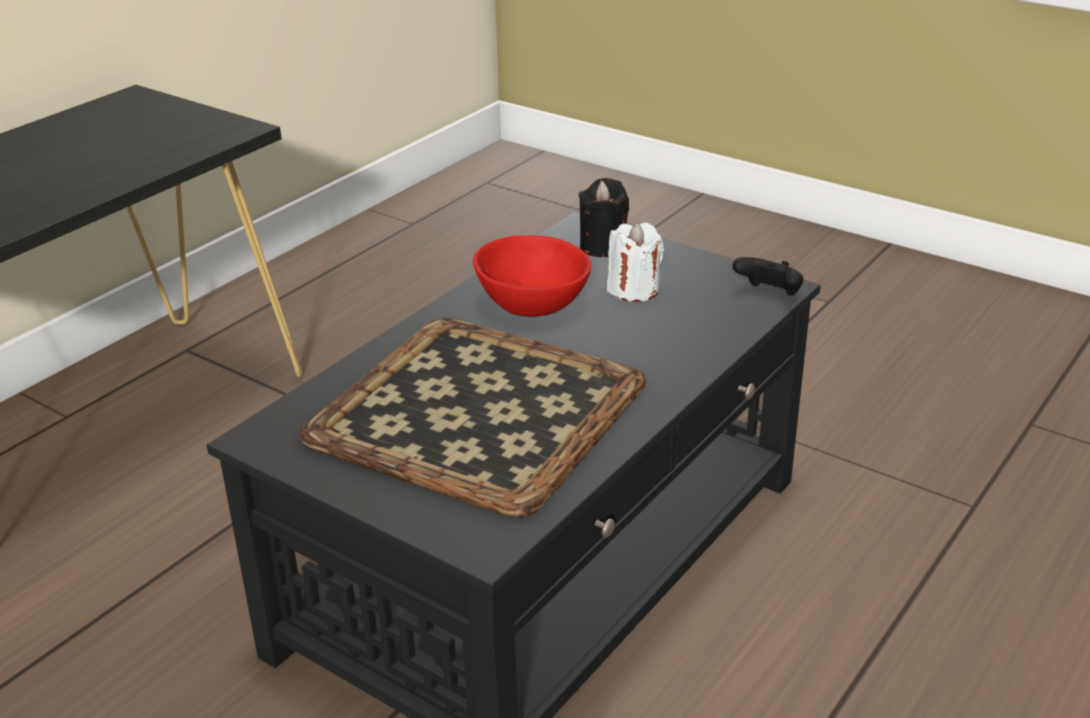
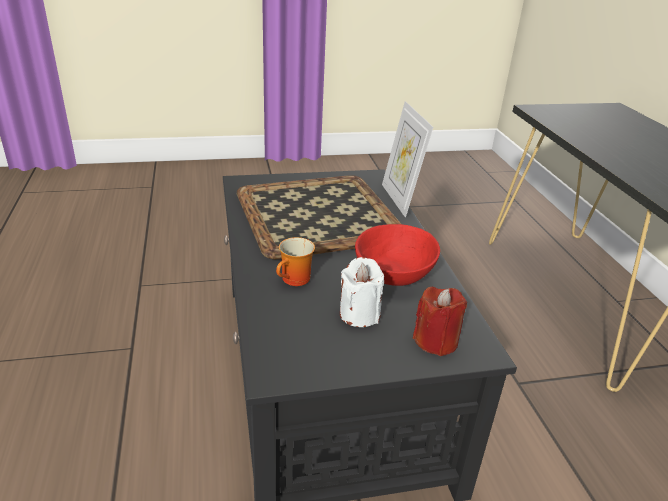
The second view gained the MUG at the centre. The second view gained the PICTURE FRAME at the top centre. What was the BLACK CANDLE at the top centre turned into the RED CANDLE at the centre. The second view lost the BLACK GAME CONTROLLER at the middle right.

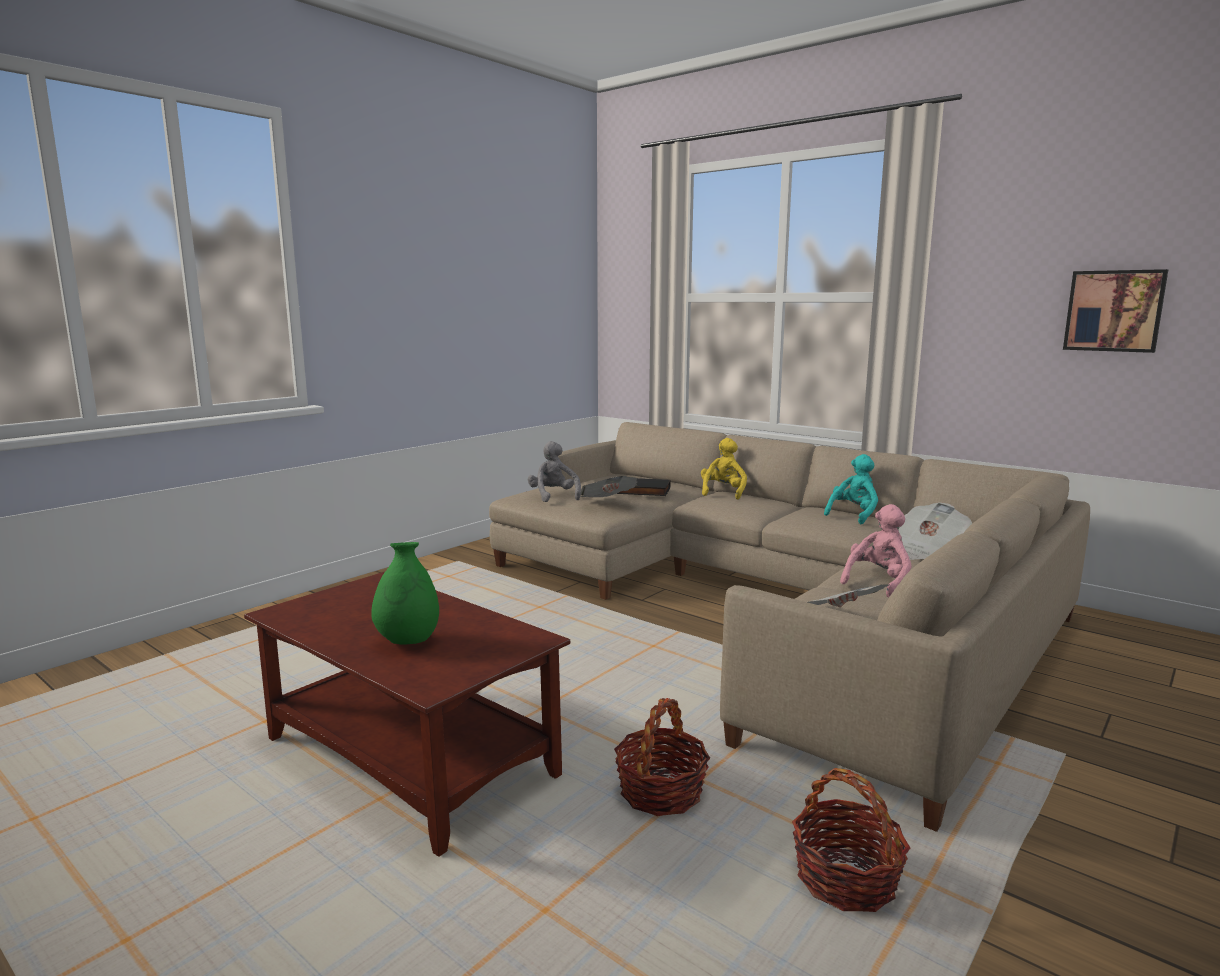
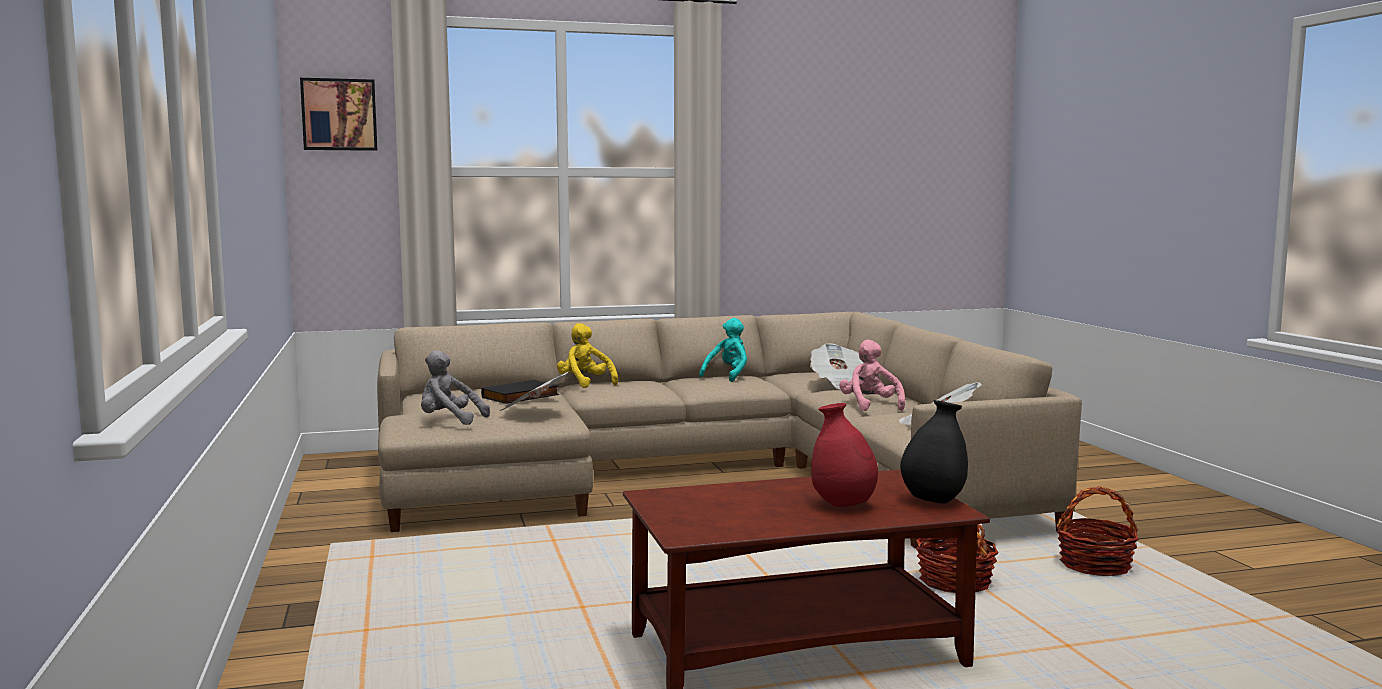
The PICTURE ended up elsewhere, having gone from the top right to the top left. The TURQUOISE PLUSH TOY at the middle right ended up facing another way, 45 degrees clockwise from before. What was the GREEN VASE at the middle left turned into the RED VASE at the centre. The second view gained the BLACK VASE at the middle right.

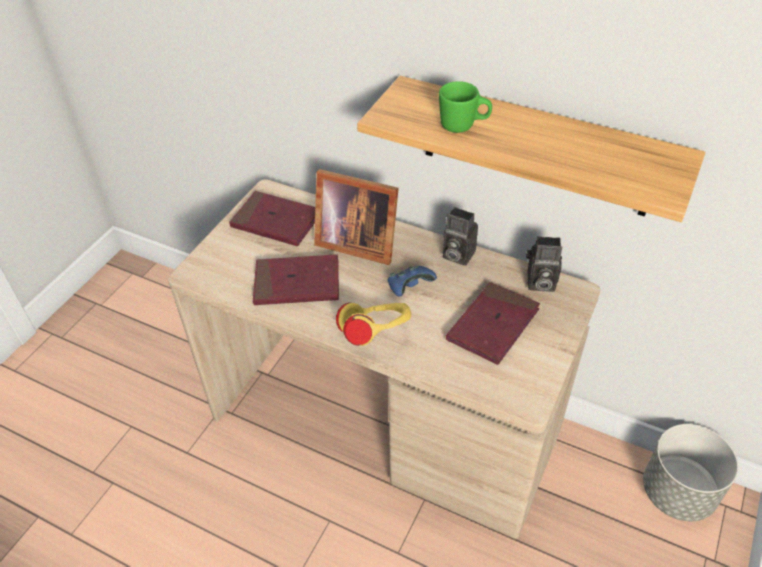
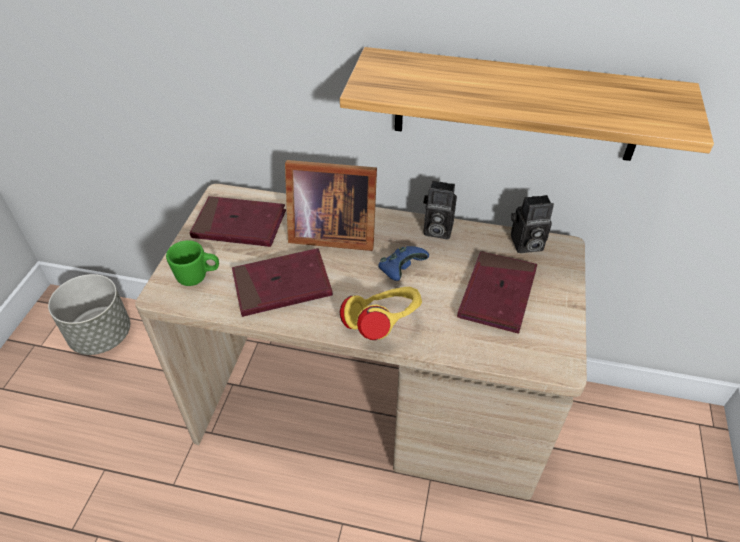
The GREY PLANTER ended up elsewhere, having gone from the bottom right to the middle left. The GREEN MUG ended up elsewhere, having gone from the top centre to the middle left.

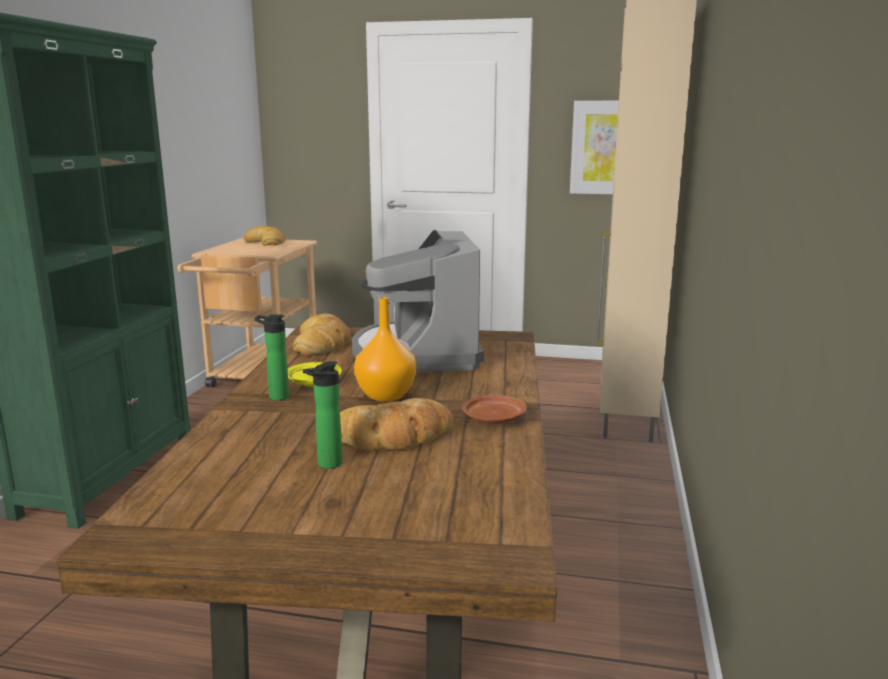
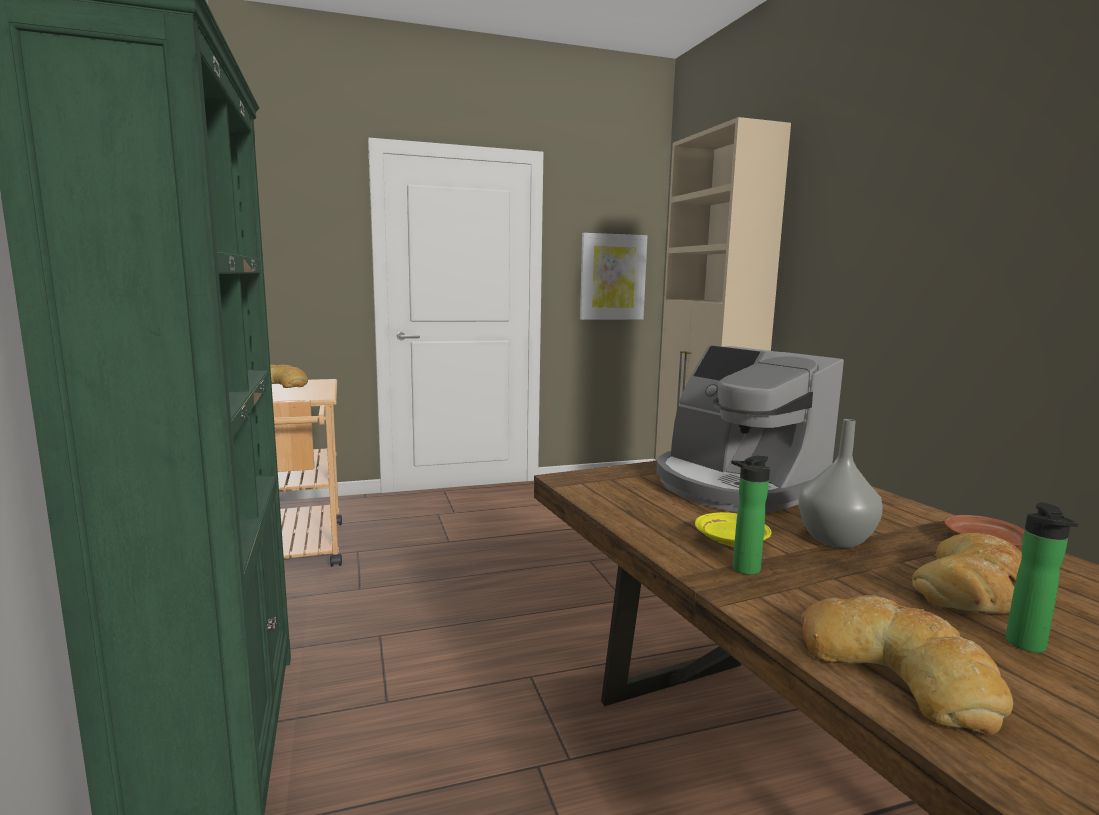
What was the ORANGE VASE at the centre turned into the GREY VASE at the middle right. The BREAD (no. 2 from left) ended up elsewhere, having gone from the centre to the bottom right.

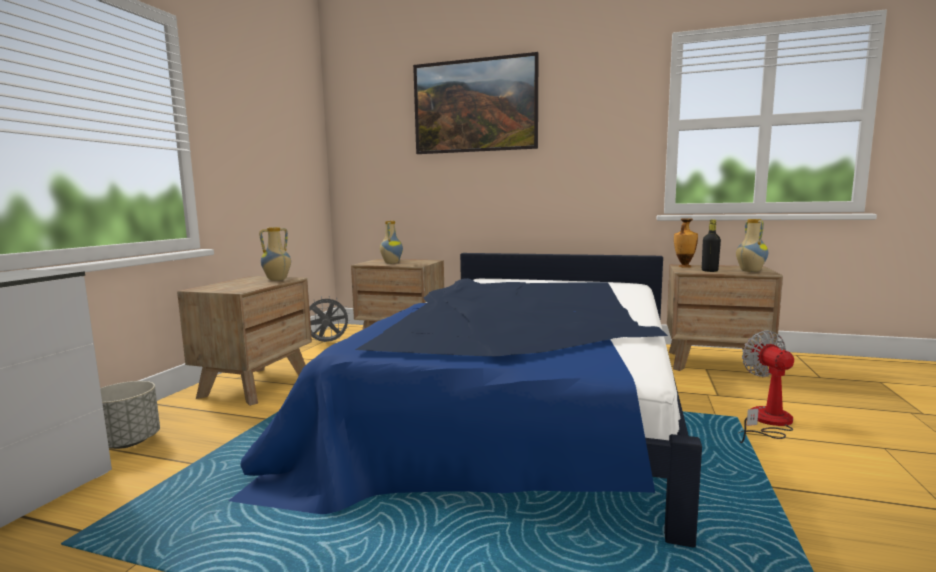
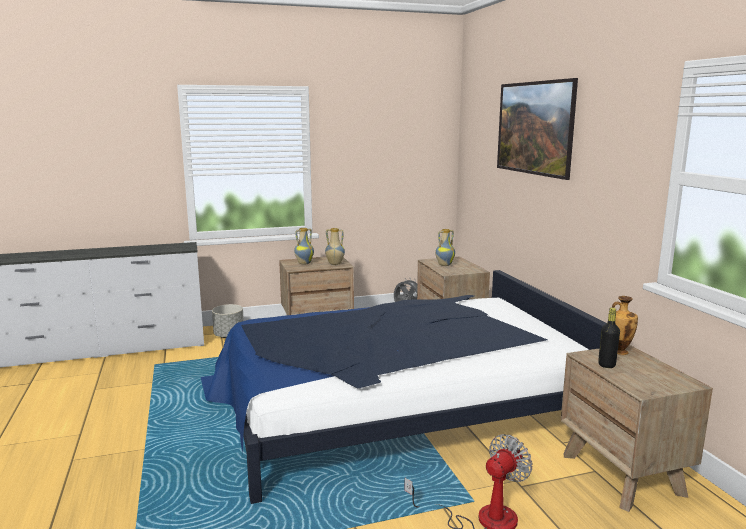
The VASE (no. 4 from left in the first image) ended up elsewhere, having gone from the middle right to the centre.

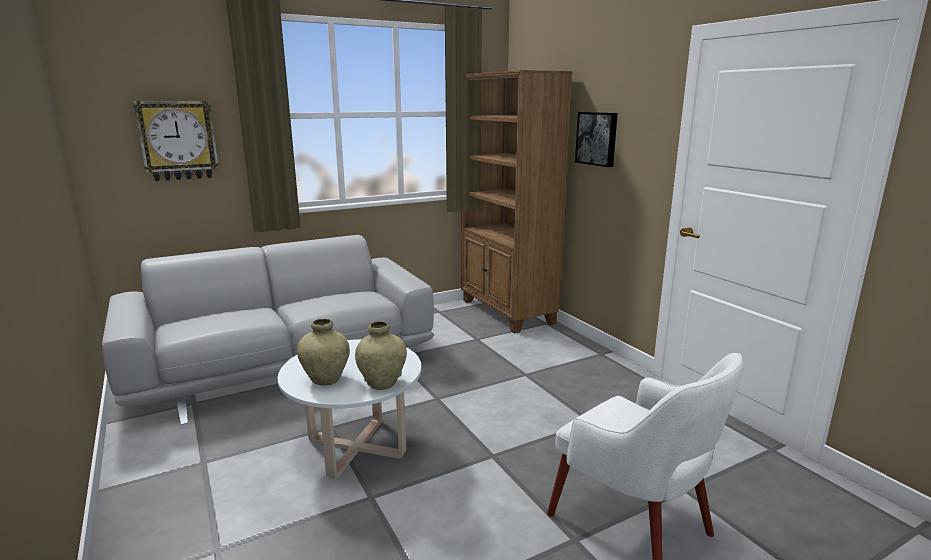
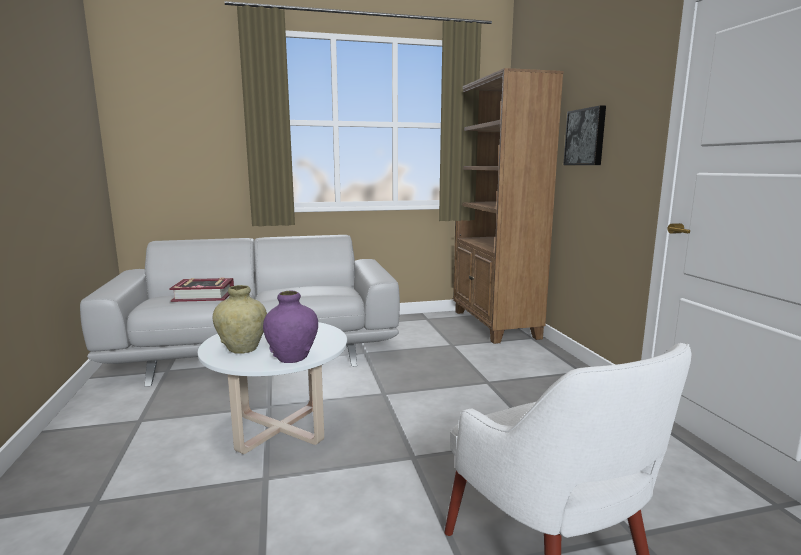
The second view gained the BOOK at the middle left. What was the BEIGE VASE (no. 2 from left) at the centre turned into the PURPLE VASE at the centre. The second view lost the WALL CLOCK at the top left.

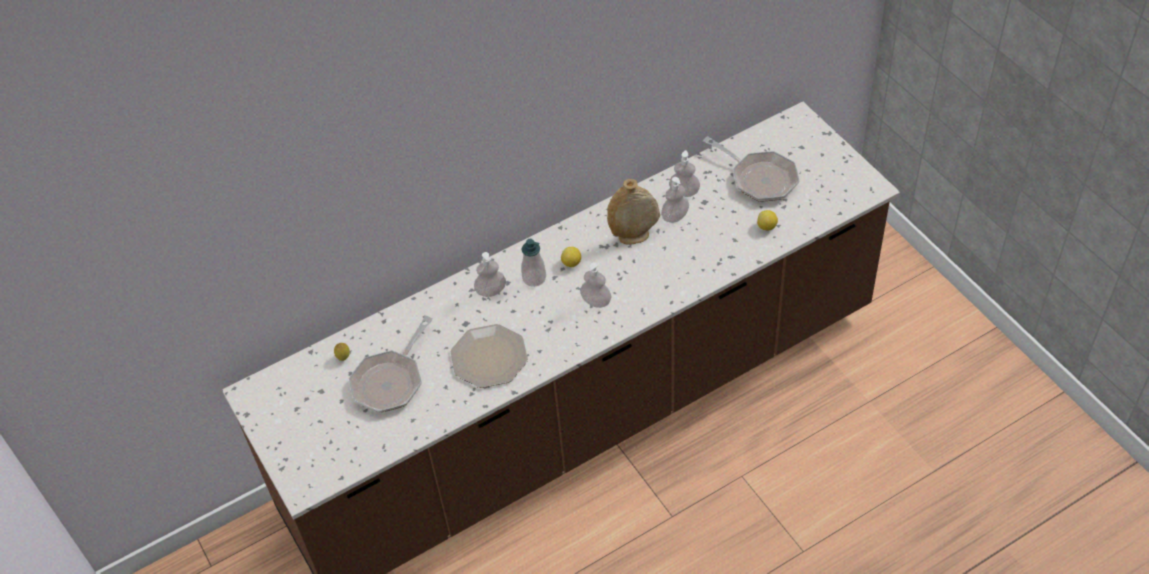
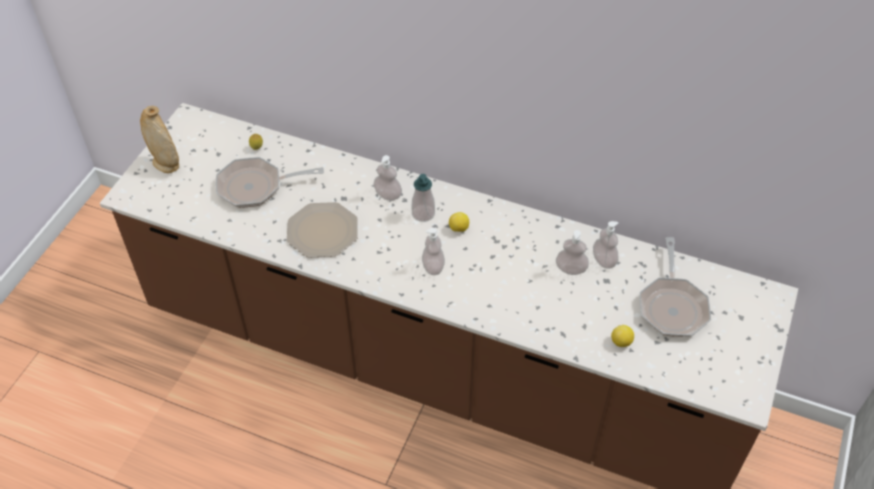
The BEIGE VASE ended up elsewhere, having gone from the centre to the top left.

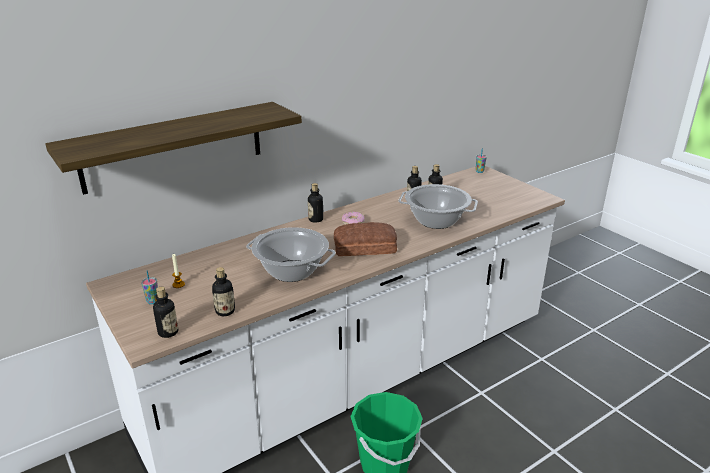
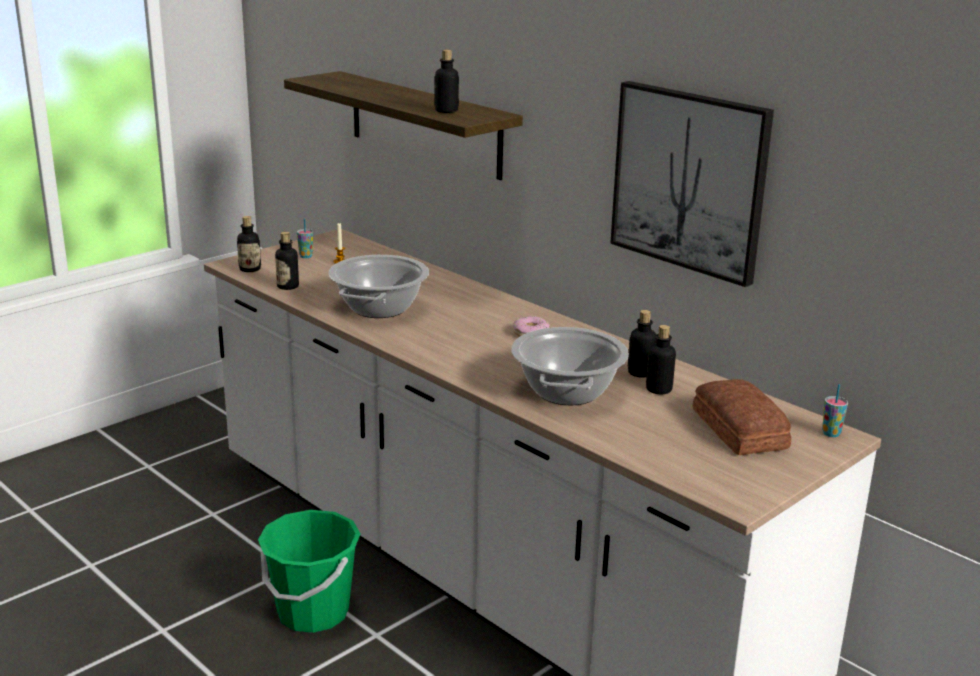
The BOTTLE (no. 3 from left) ended up elsewhere, having gone from the centre to the top centre. The second view gained the PICTURE at the top right. The BREAD ended up elsewhere, having gone from the centre to the middle right.

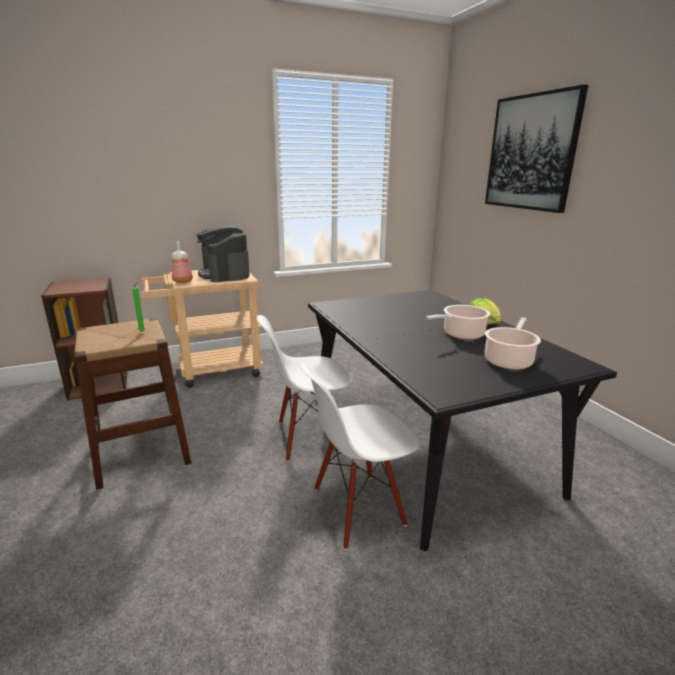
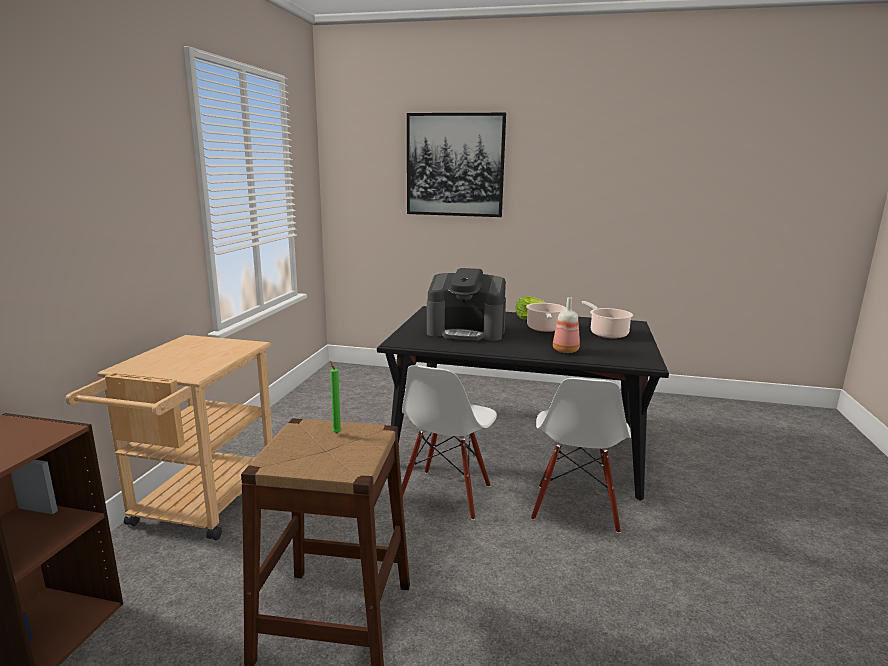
The COFFEE MACHINE ended up elsewhere, having gone from the middle left to the centre. The BOTTLE ended up elsewhere, having gone from the middle left to the centre.

